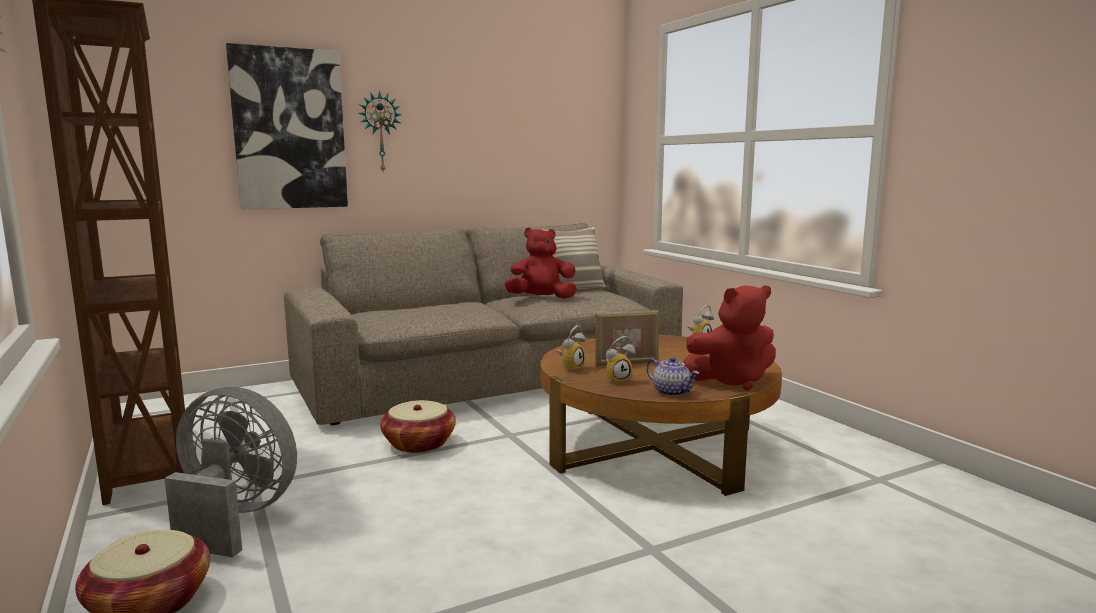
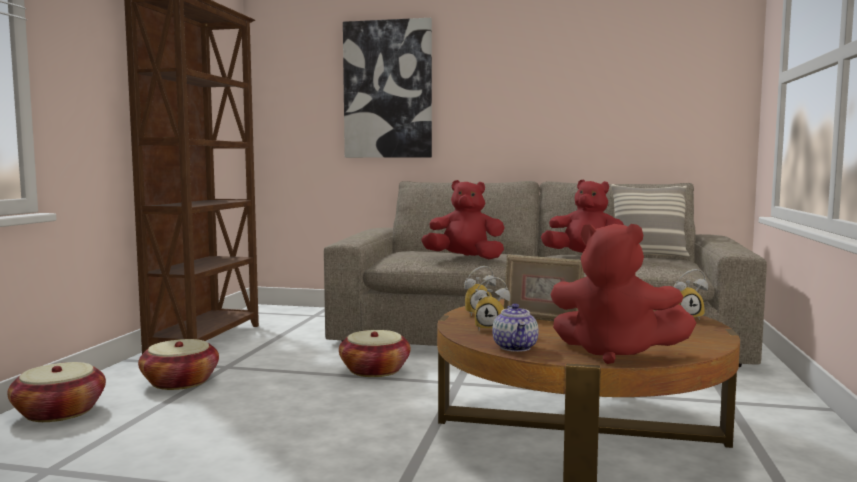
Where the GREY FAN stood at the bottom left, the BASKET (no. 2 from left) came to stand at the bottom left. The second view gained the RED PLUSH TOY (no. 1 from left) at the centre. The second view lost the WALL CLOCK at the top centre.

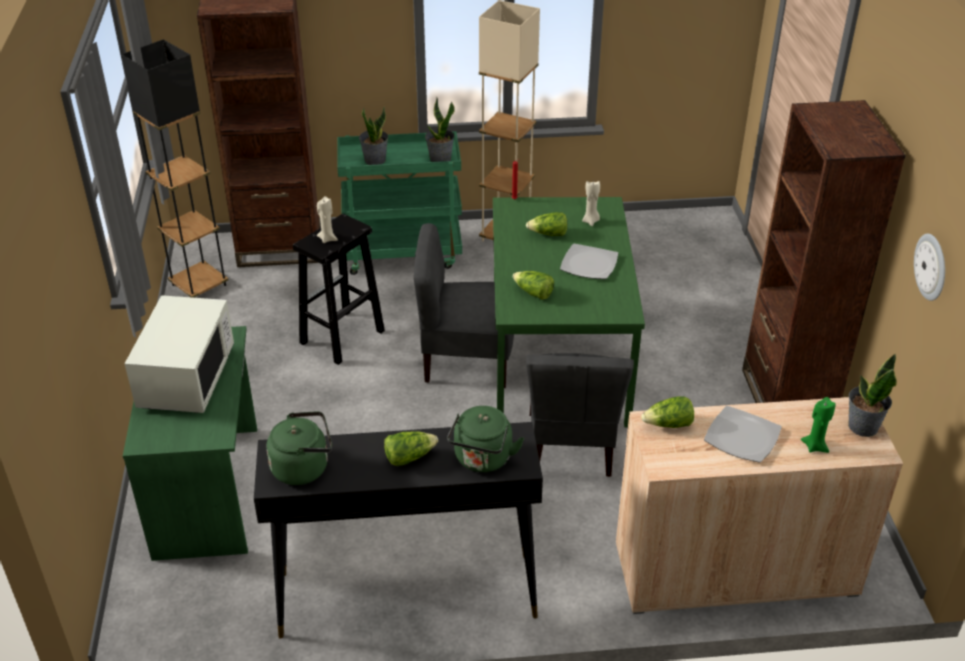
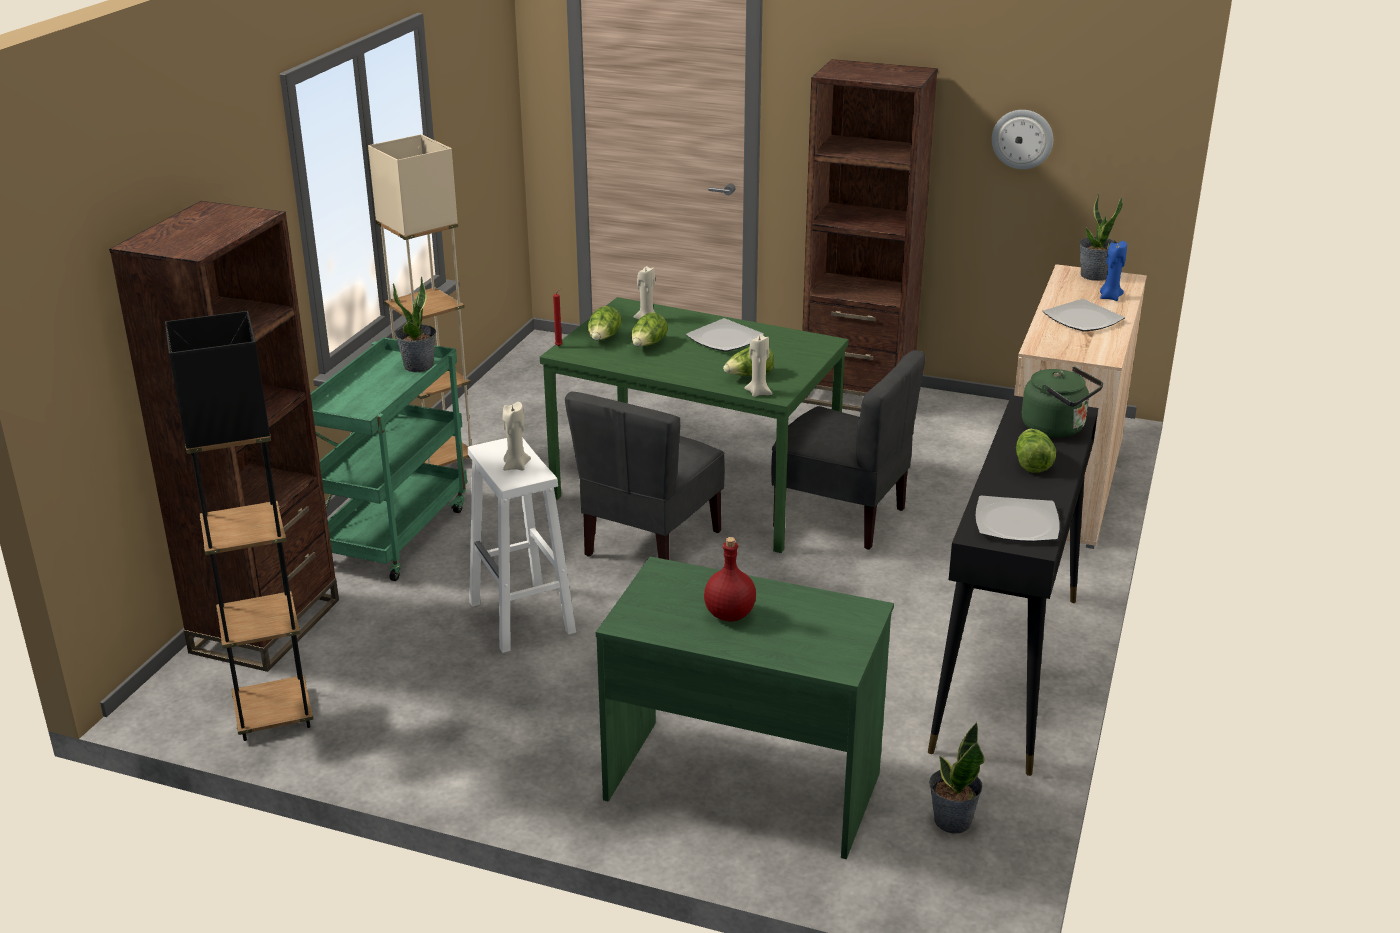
What was the BLACK STOOL at the centre turned into the WHITE STOOL at the centre. The LETTUCE (no. 4 from left in the first image) ended up elsewhere, having gone from the middle right to the centre. Where the WHITE MICROWAVE stood at the middle left, the RED BOTTLE came to stand at the centre. The second view gained the BEIGE CANDLE (no. 3 from left) at the centre. The POTTED PLANT (no. 1 from left in the first image) ended up elsewhere, having gone from the top centre to the bottom right. Where the GREEN KETTLE (no. 1 from left) stood at the bottom left, the PLATE (no. 2 from left) came to stand at the middle right. What was the GREEN CANDLE at the middle right turned into the BLUE CANDLE at the top right.

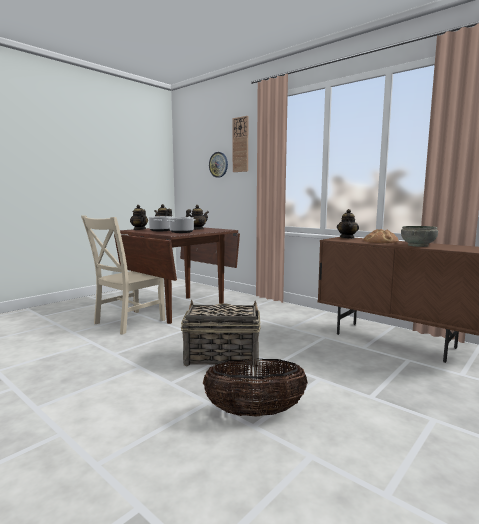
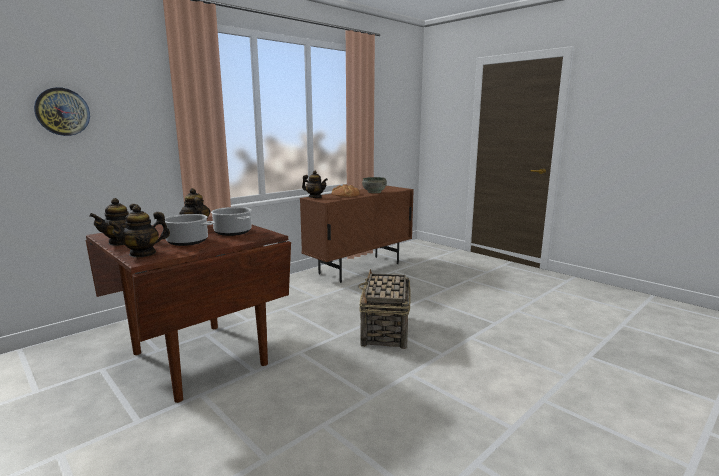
The second view lost the BEIGE CHAIR at the middle left. The second view lost the BASKET (no. 2 from left) at the bottom centre. The second view lost the WALL CLOCK (no. 2 from left) at the top centre.

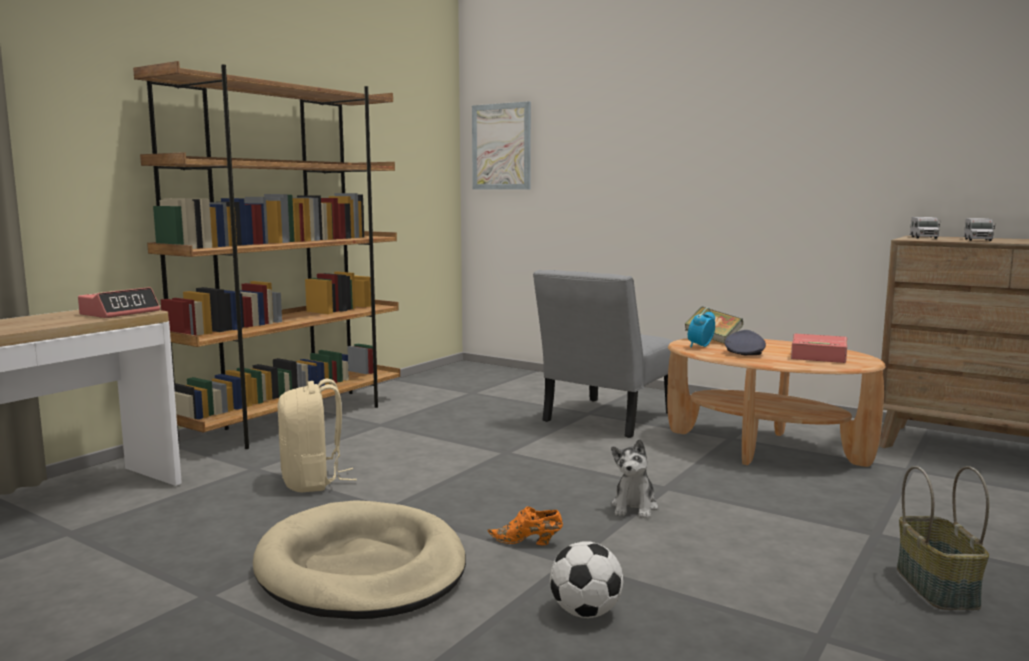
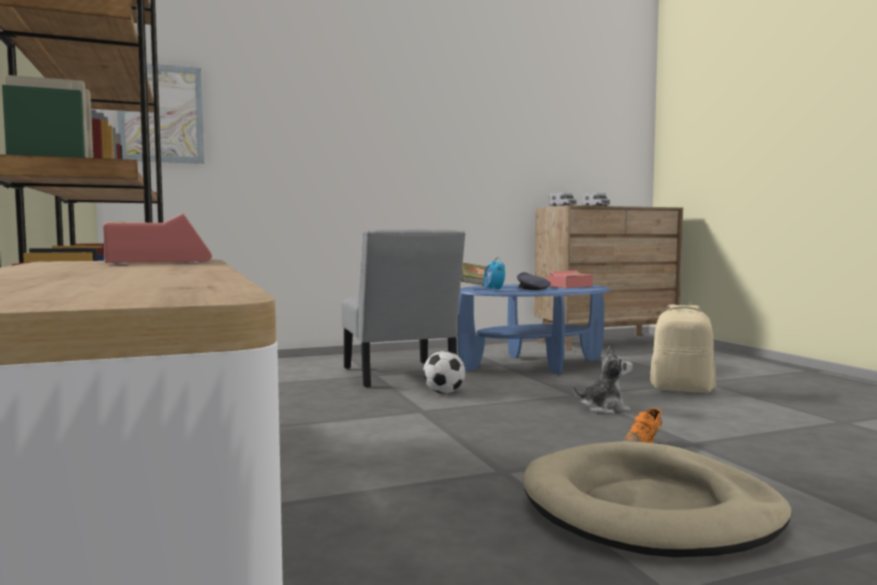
The FOOTBALL ended up elsewhere, having gone from the bottom centre to the centre. What was the BROWN COFFEE TABLE at the middle right turned into the BLUE COFFEE TABLE at the centre. The PLUSH TOY at the bottom centre ended up facing another way, 60 degrees counterclockwise from before. The BEIGE BACKPACK ended up elsewhere, having gone from the middle left to the middle right. The second view lost the BASKET at the bottom right.

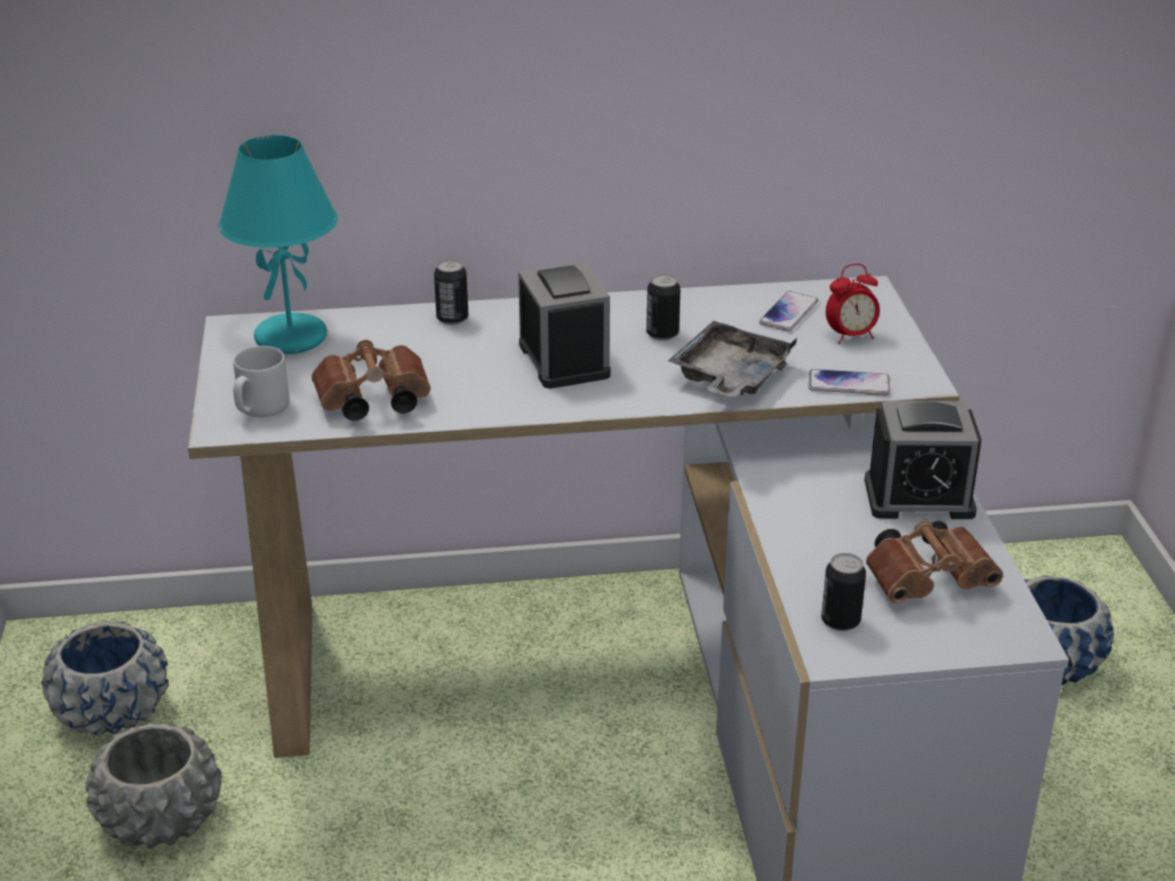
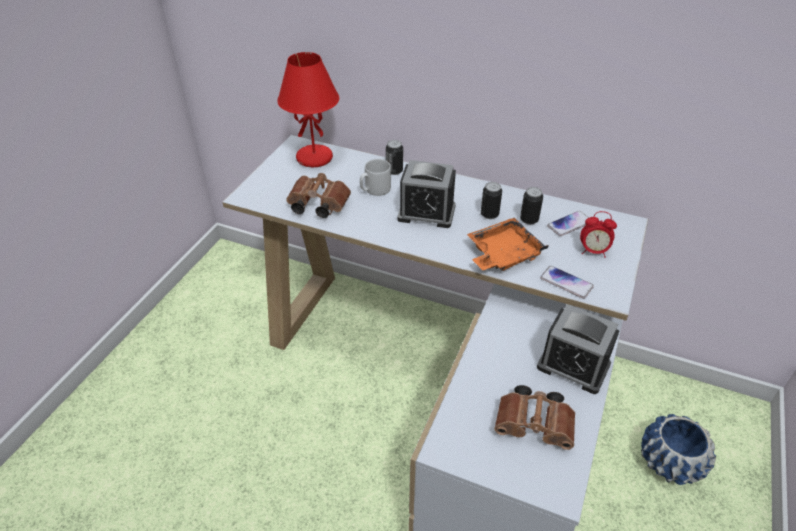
What was the TURQUOISE TABLE LAMP at the top left turned into the RED TABLE LAMP at the top centre. The GREY MUG ended up elsewhere, having gone from the middle left to the centre. The ALARM CLOCK (no. 1 from left) at the centre ended up facing another way, 90 degrees clockwise from before. What was the GREY TRAY at the centre turned into the ORANGE TRAY at the centre. The CAN (no. 3 from left) ended up elsewhere, having gone from the bottom right to the middle right. The second view lost the BLUE PLANTER (no. 1 from left) at the bottom left. The second view lost the GREY PLANTER at the bottom left.

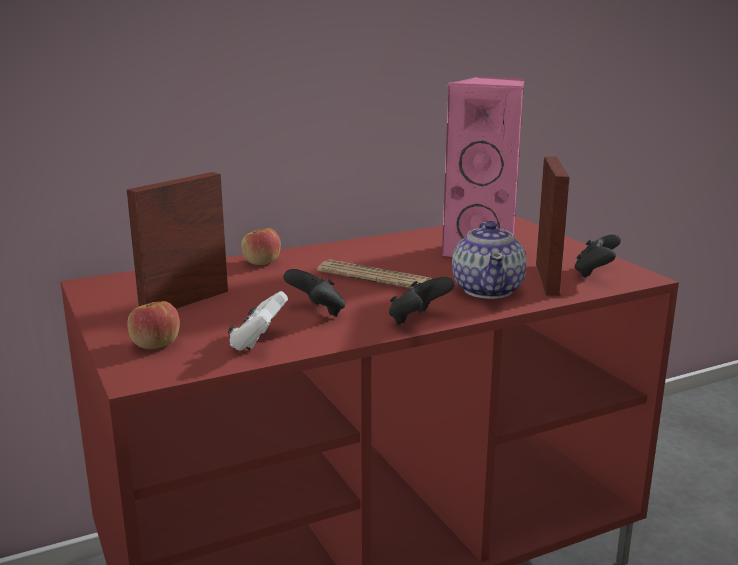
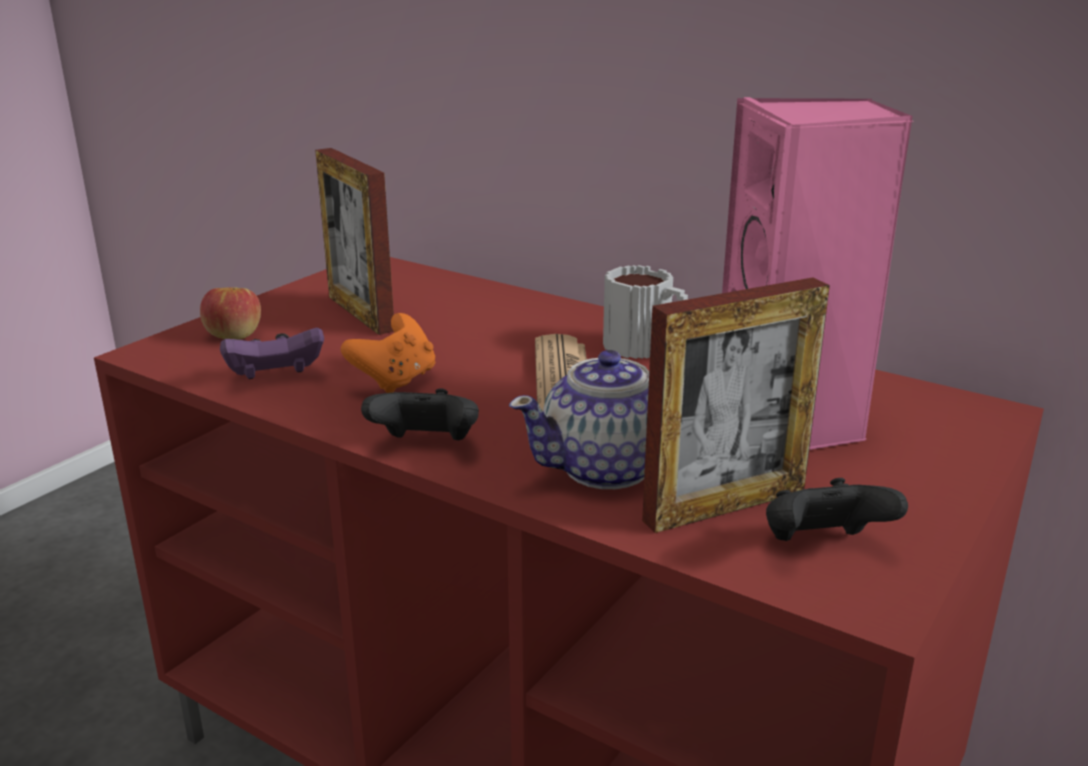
What was the WHITE GAME CONTROLLER at the centre turned into the PURPLE GAME CONTROLLER at the middle left. The PICTURE FRAME (no. 1 from left) at the middle left ended up facing another way, 135 degrees counterclockwise from before. What was the BLACK GAME CONTROLLER (no. 1 from left) at the centre turned into the ORANGE GAME CONTROLLER at the centre. The second view gained the MUG at the centre. The second view lost the APPLE (no. 2 from left) at the centre.

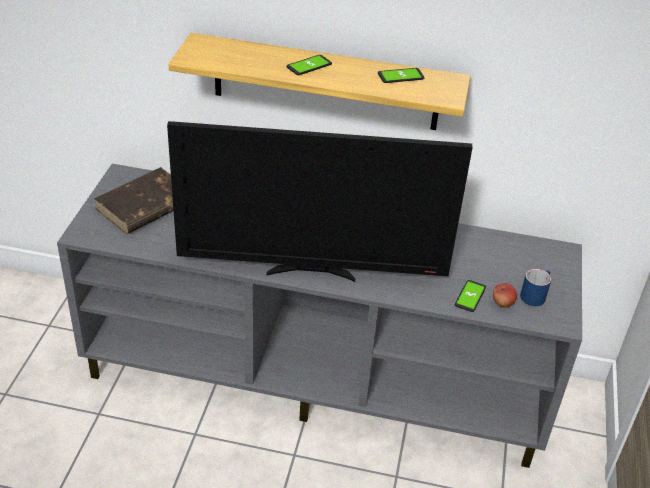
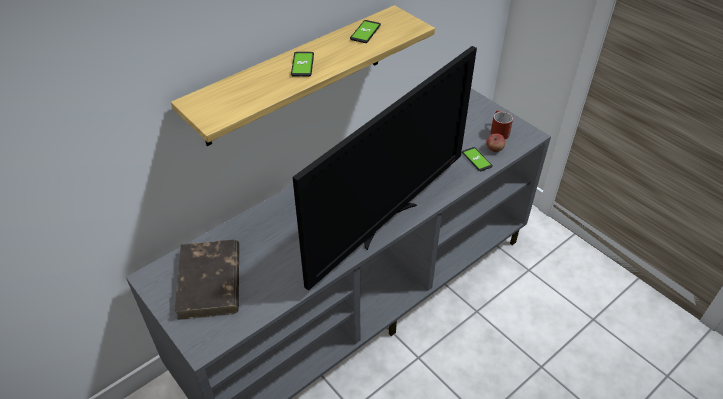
What was the BLUE MUG at the middle right turned into the RED MUG at the top right.

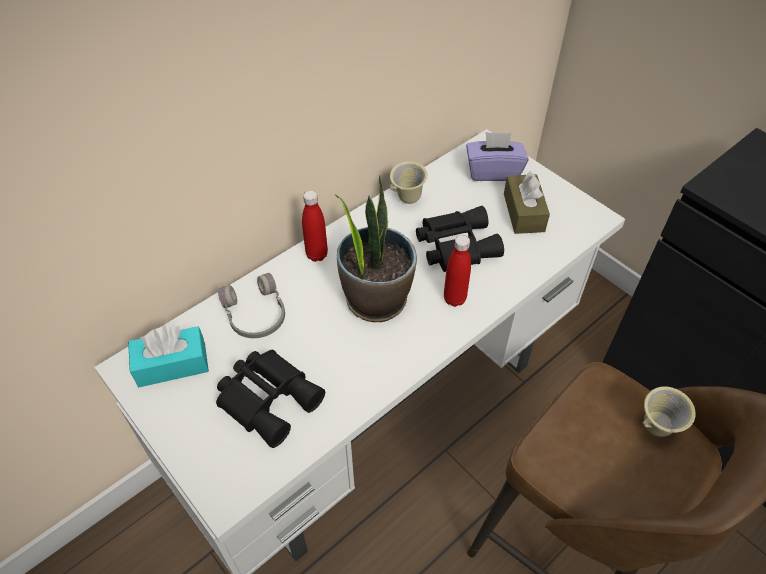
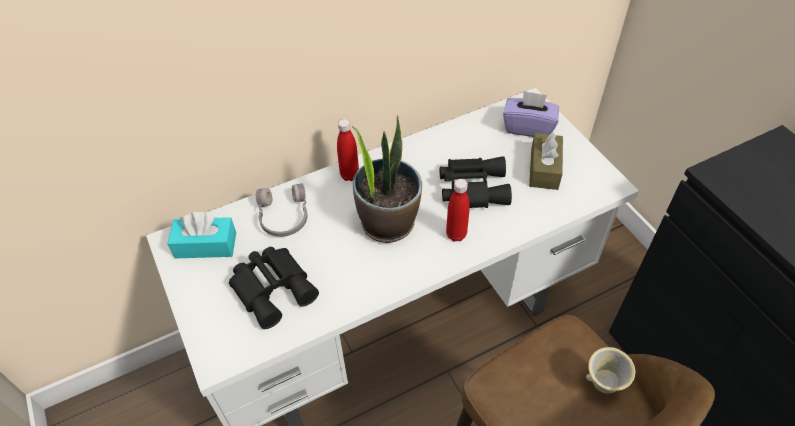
The second view lost the BEIGE MUG (no. 1 from left) at the top centre.

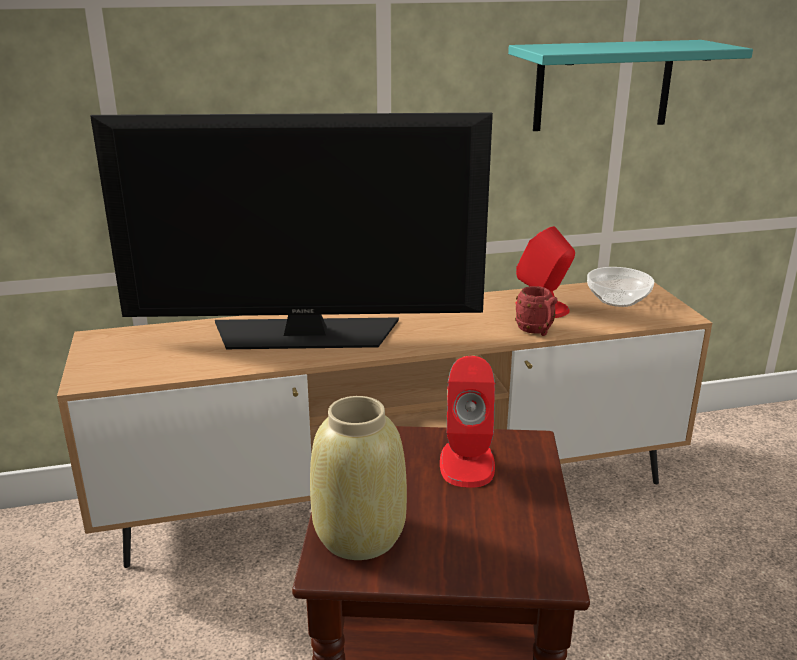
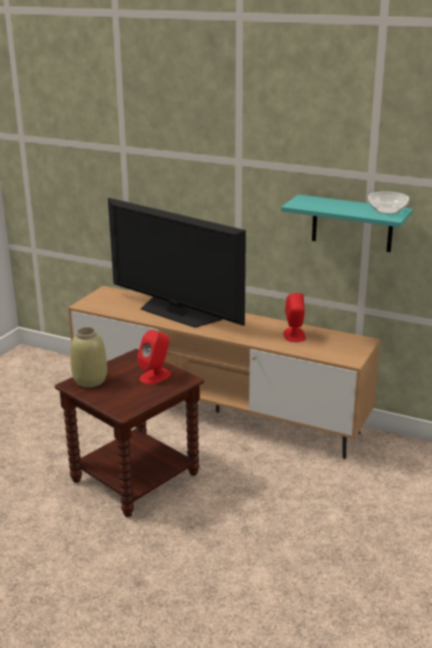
The BOWL ended up elsewhere, having gone from the middle right to the top right. The second view lost the RED MUG at the middle right.

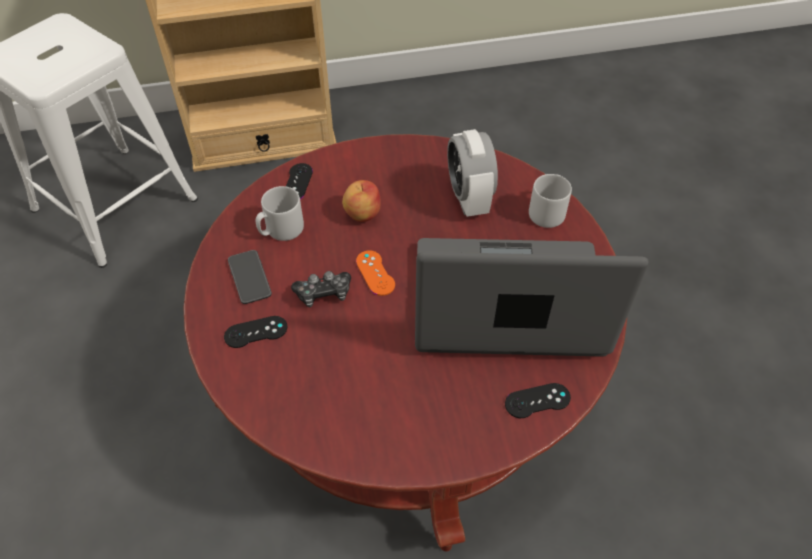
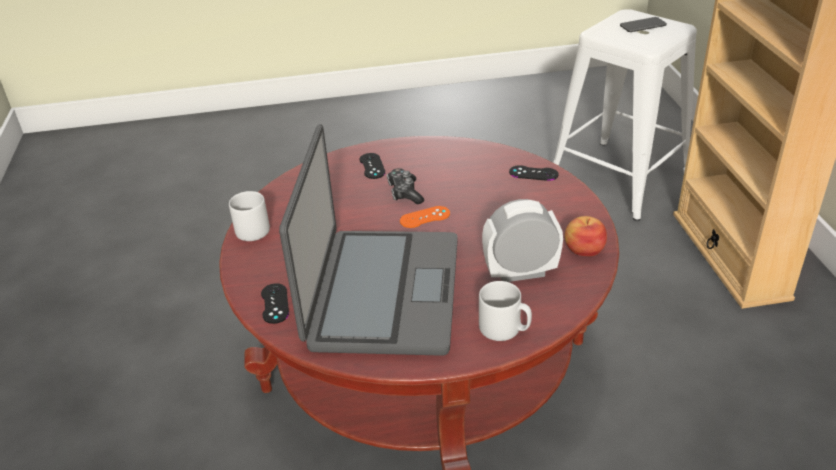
The GREY MUG (no. 1 from left) ended up elsewhere, having gone from the centre to the middle left. The APPLE ended up elsewhere, having gone from the centre to the middle right. The PHONE ended up elsewhere, having gone from the middle left to the top right.

